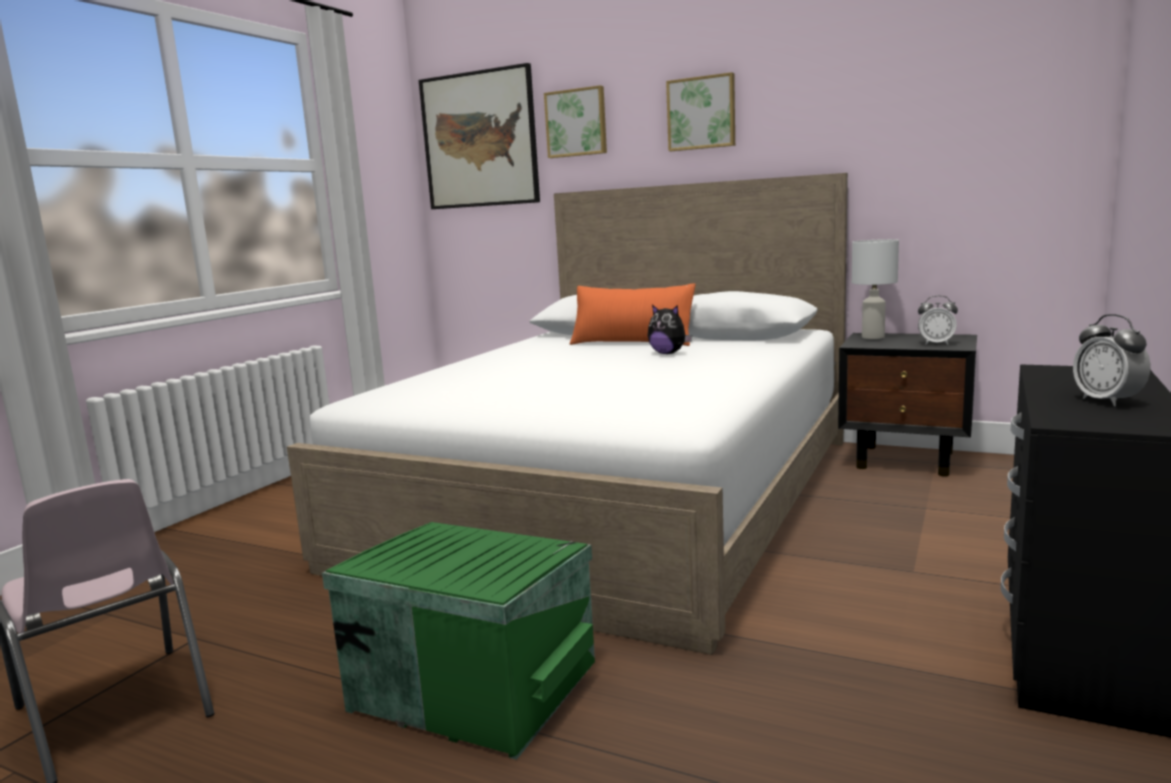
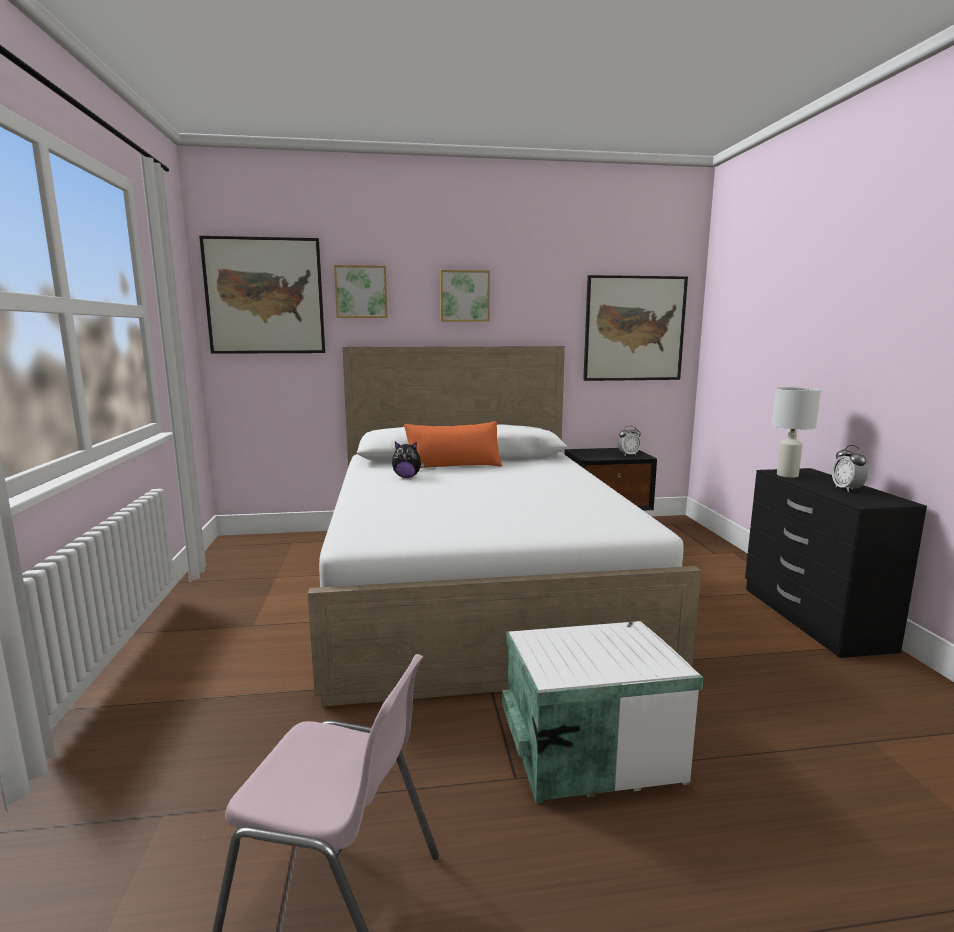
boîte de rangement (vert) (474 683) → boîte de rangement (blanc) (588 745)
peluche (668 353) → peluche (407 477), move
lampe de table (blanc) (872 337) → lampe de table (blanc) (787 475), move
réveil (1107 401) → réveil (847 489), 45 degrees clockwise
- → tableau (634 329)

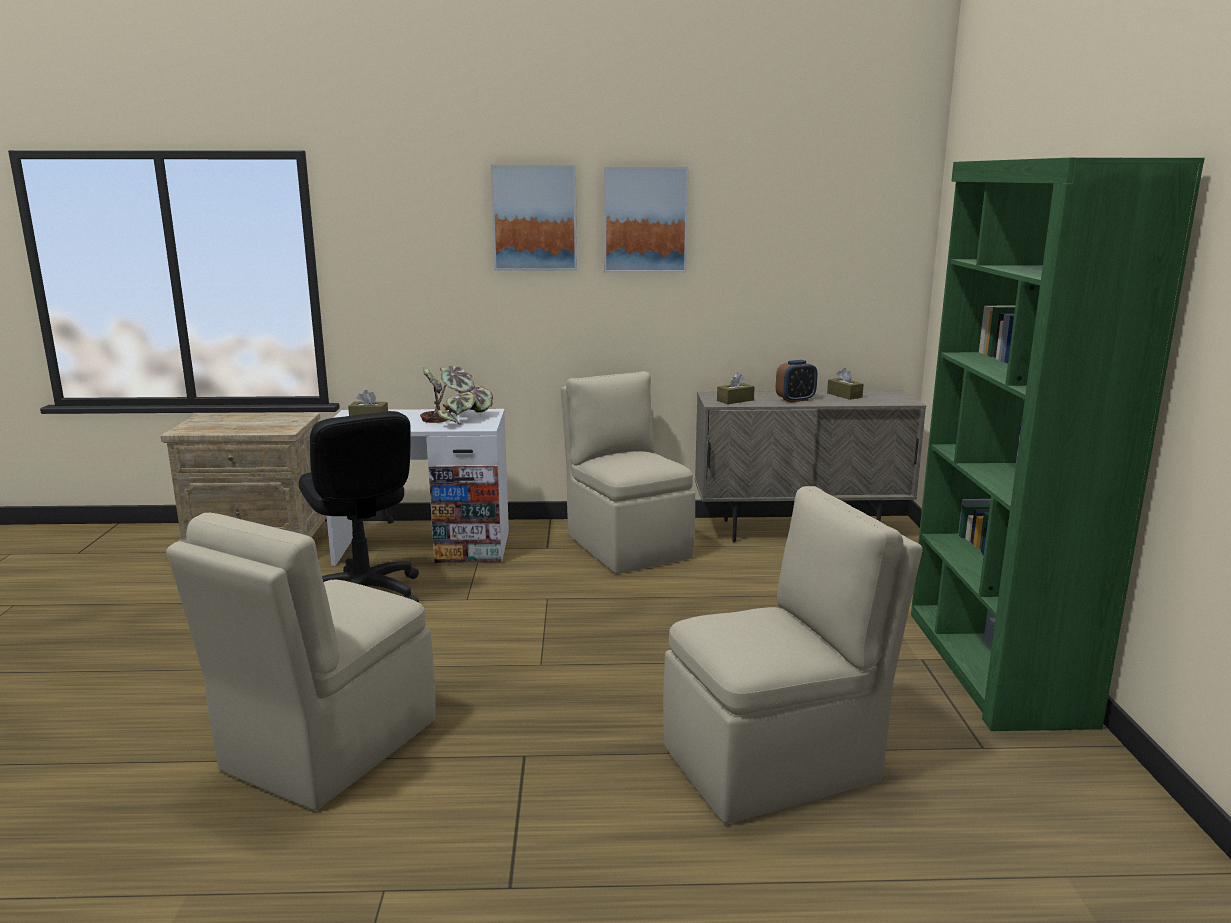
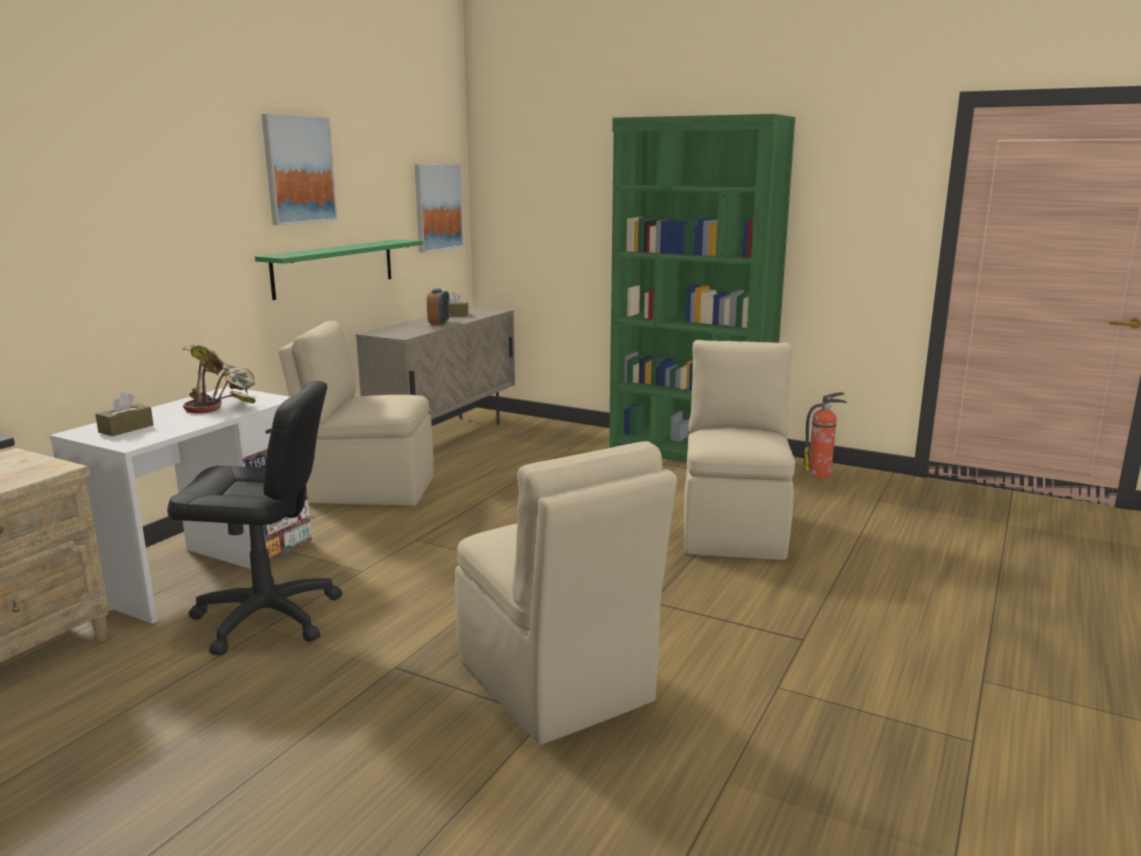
tableau (534 218) → tableau (437 207), move
boîte à mouchoirs (marron) (735 400) → -
- → étagère (vert) (334 267)
- → extincteur (820 474)

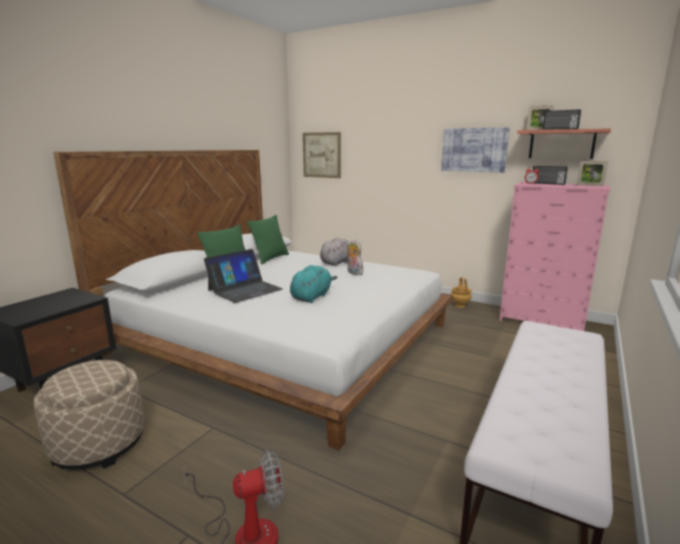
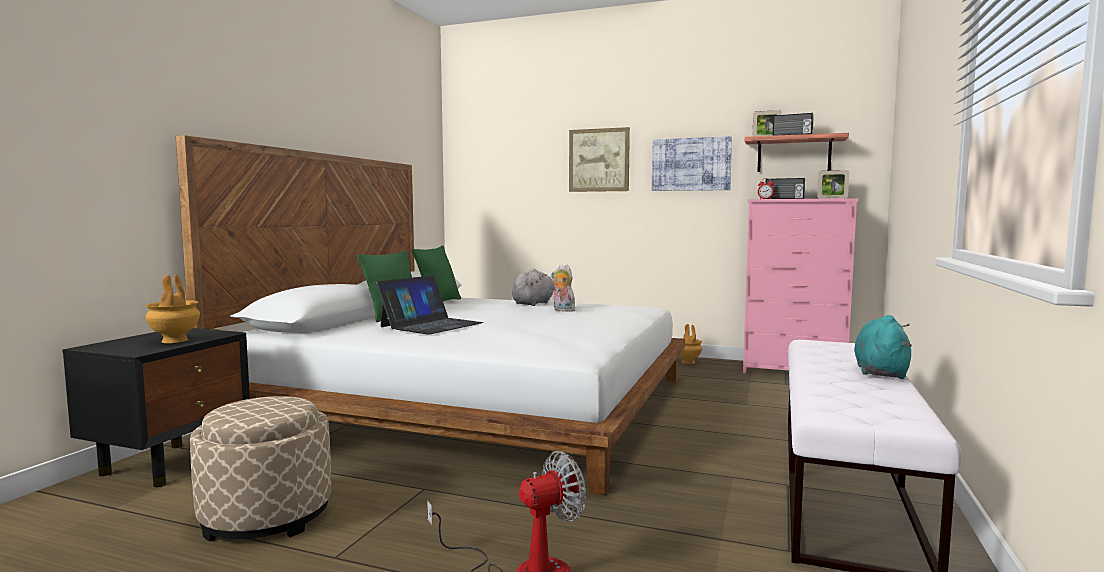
peluche (turquoise) (312 297) → peluche (turquoise) (880 372), move
tableau (321 155) → tableau (599 160), move
- → vase (marron) (174 341)

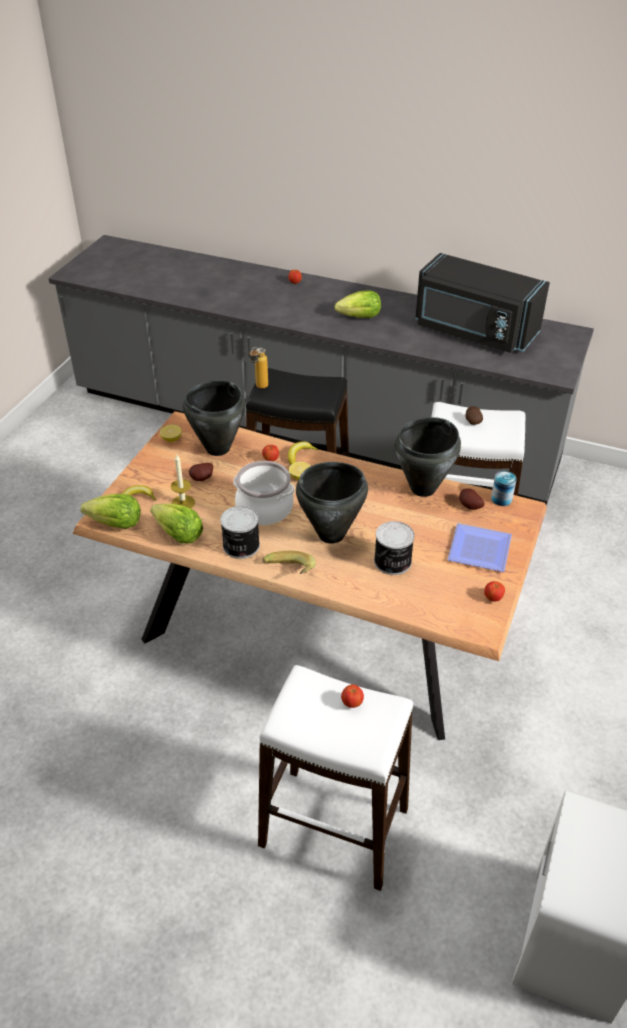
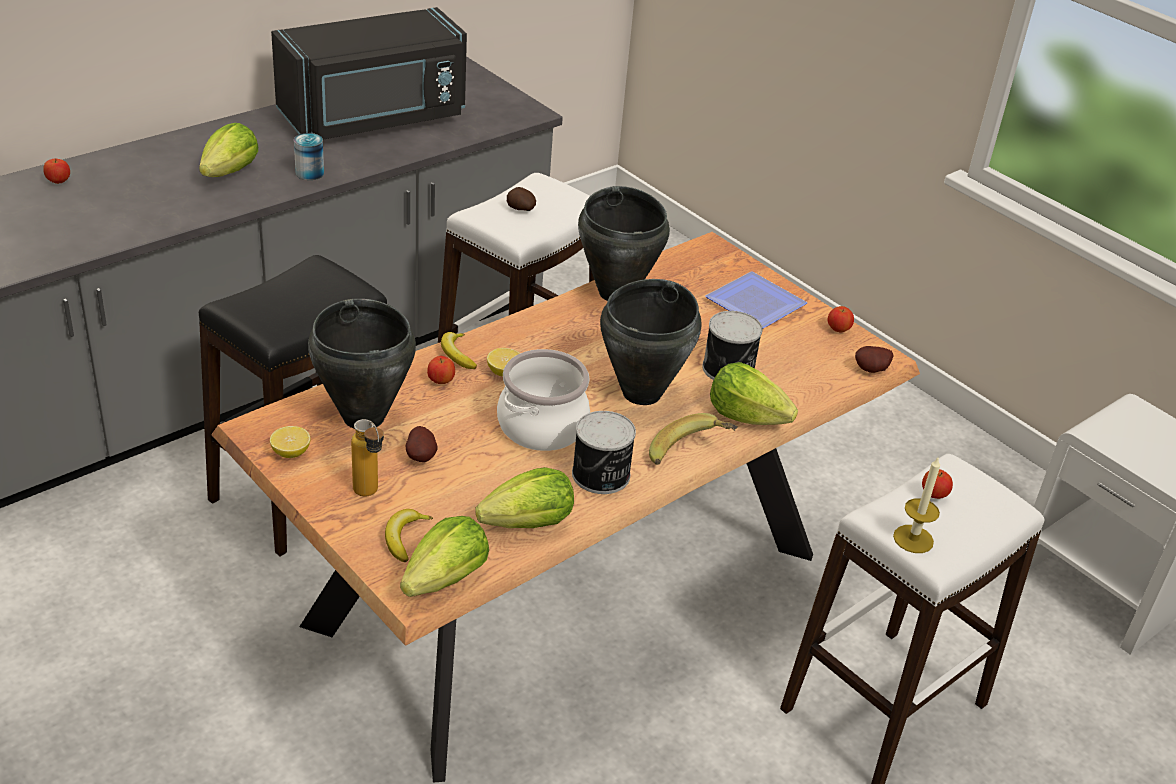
bougie (183 503) → bougie (913 539), move
bouteille (259 388) → bouteille (370 495), move
pomme de terre (469 507) → pomme de terre (872 371), move
boîte métallique (501 499) → boîte métallique (309 173), move
- → laitue (746 416)

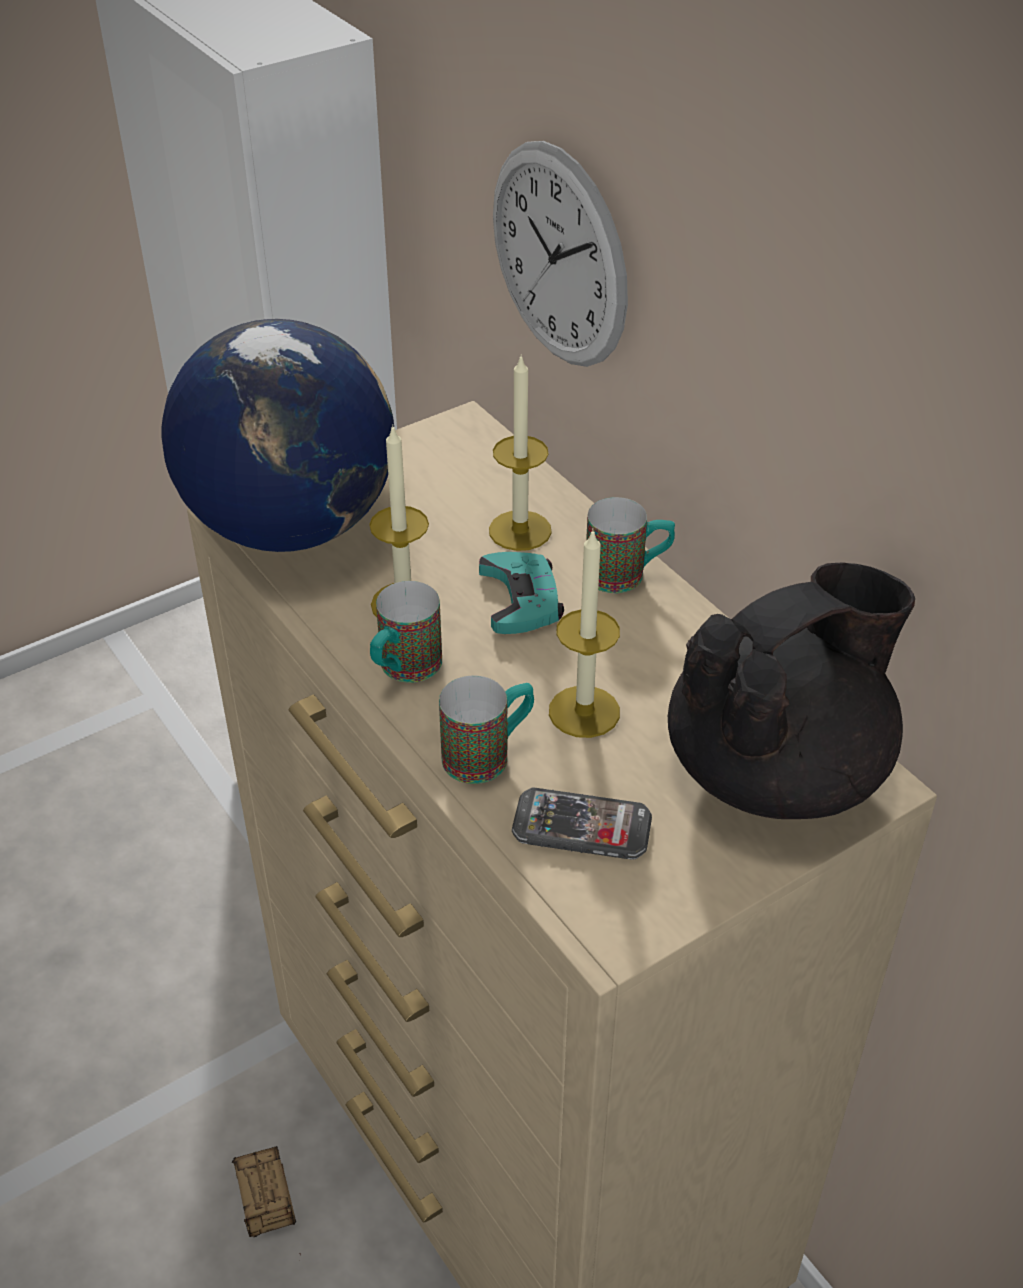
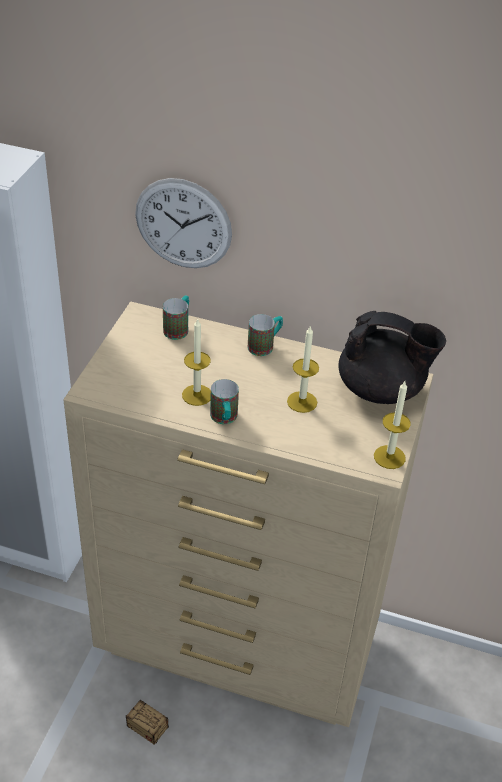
globe (291 525) → -
mug (488 754) → mug (178 328), move
manette (turquoise) (521 599) → -
bougie (520 530) → bougie (389 457), move
téléphone (581 827) → -
théière (noir) (778 770) → théière (noir) (381 390), 90 degrees clockwise

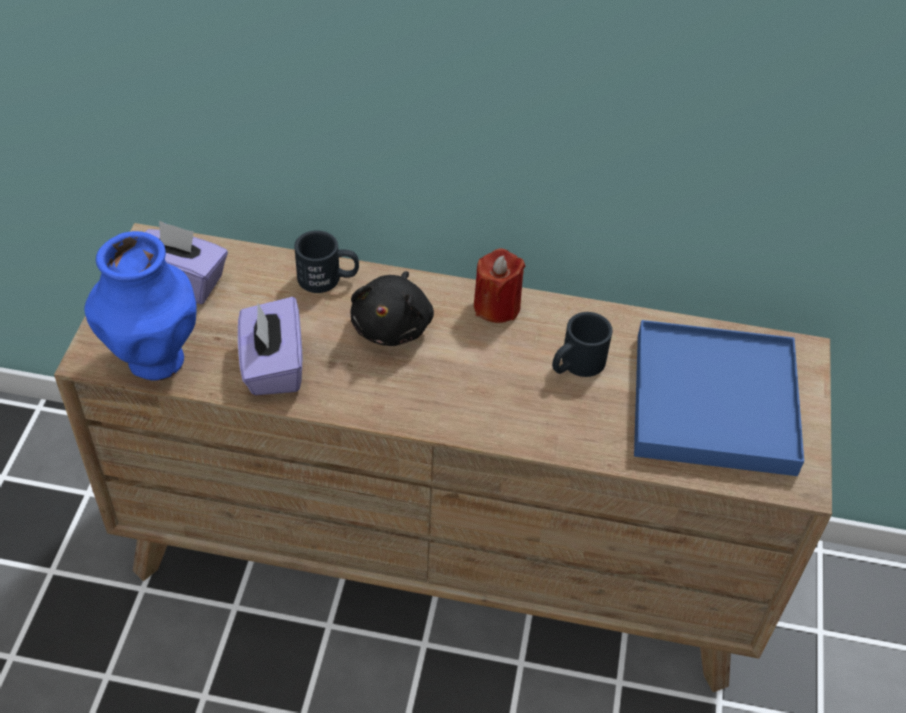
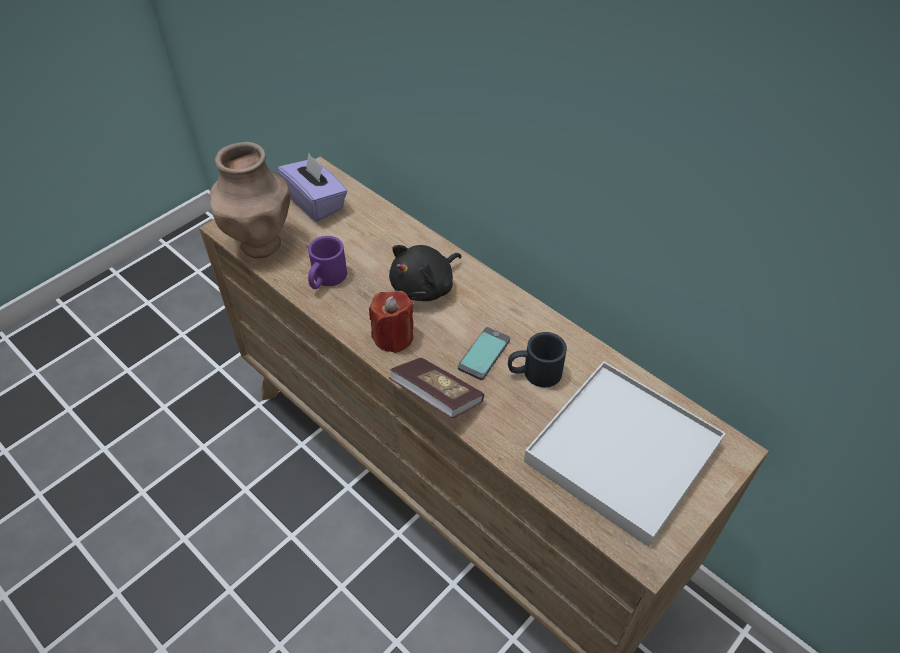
vase (bleu) (155 359) → vase (marron) (261 243)
boîte à mouchoirs (violet) (272 366) → mug (violet) (326 279)
mug (noir) (328 278) → -
bougie (rouge) (497 306) → bougie (rouge) (393 337), move
plateau (bleu) (714 403) → plateau (blanc) (622 454)
- → livre (436 397)
- → téléphone (483 354)

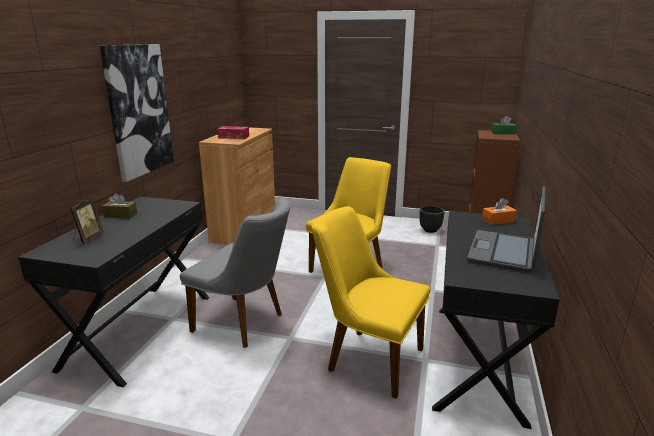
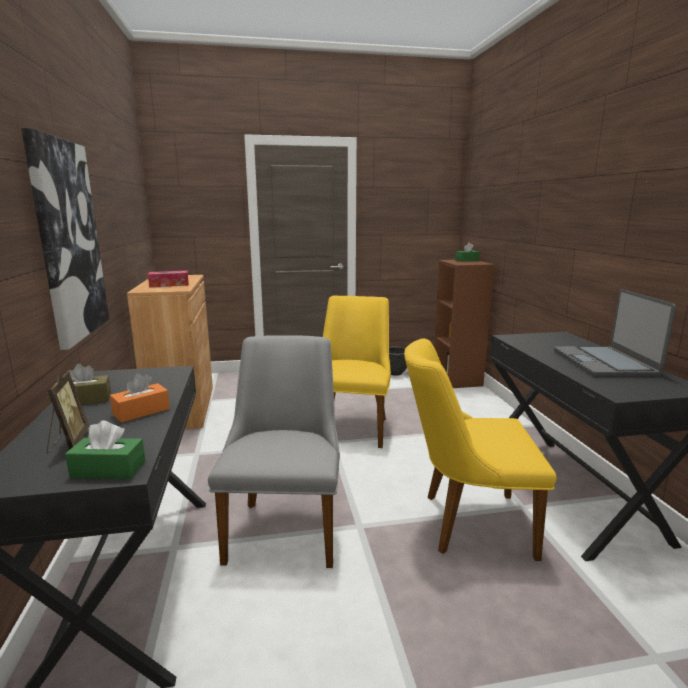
chaise (gris) (245 324) → chaise (gris) (286 525), 90 degrees counterclockwise
boîte à mouchoirs (orange) (498 220) → boîte à mouchoirs (orange) (141 411), move
- → boîte à mouchoirs (vert) (108 469)

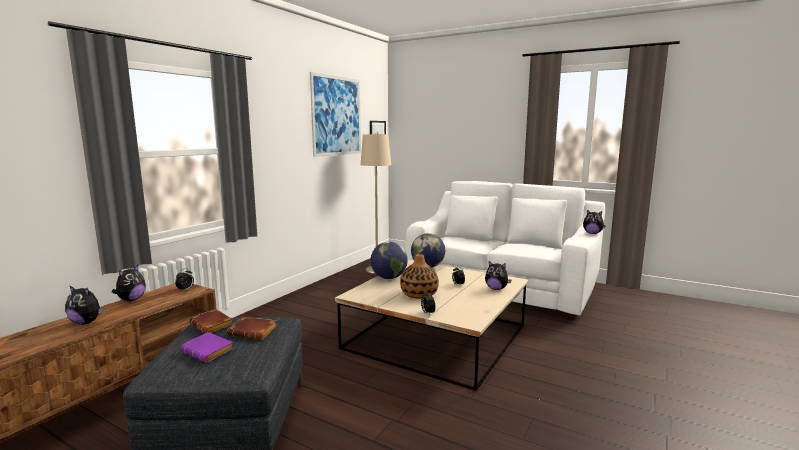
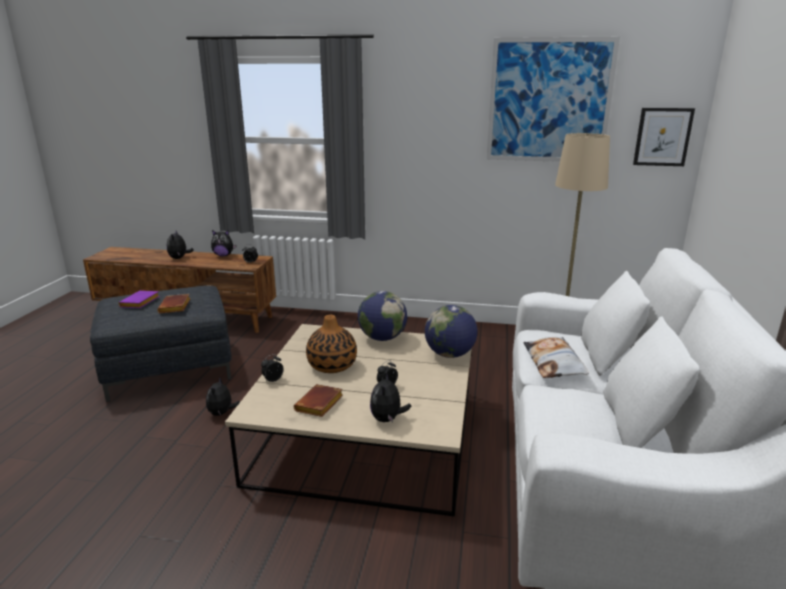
livre (marron) (213 325) → livre (marron) (319 405), move
peluche (592 233) → peluche (222 413), move
- → coussin (554 363)

